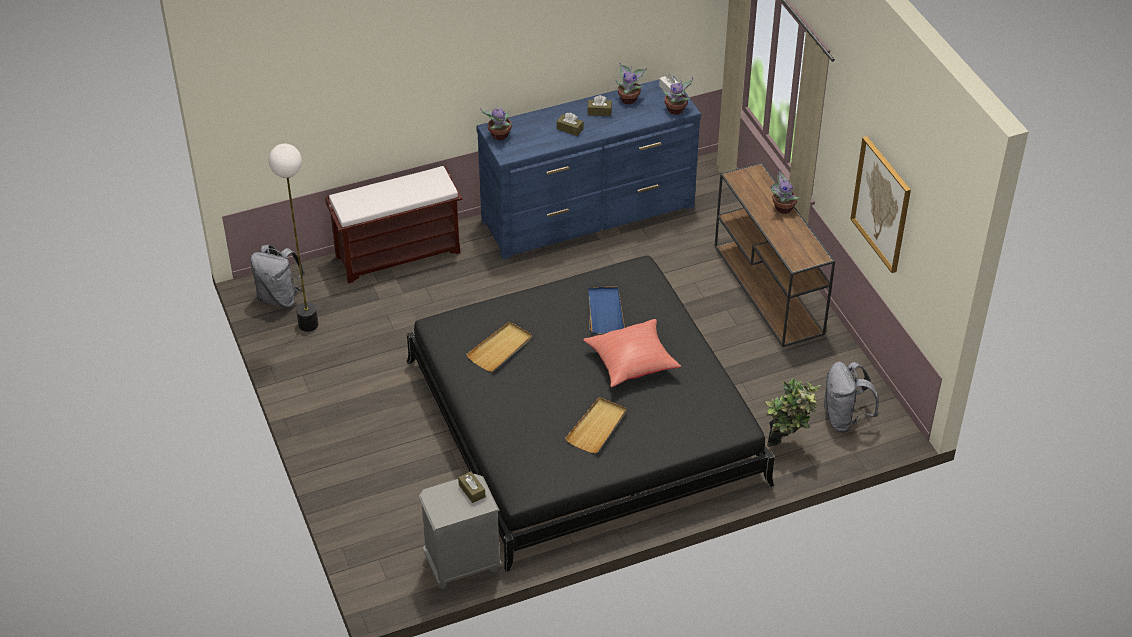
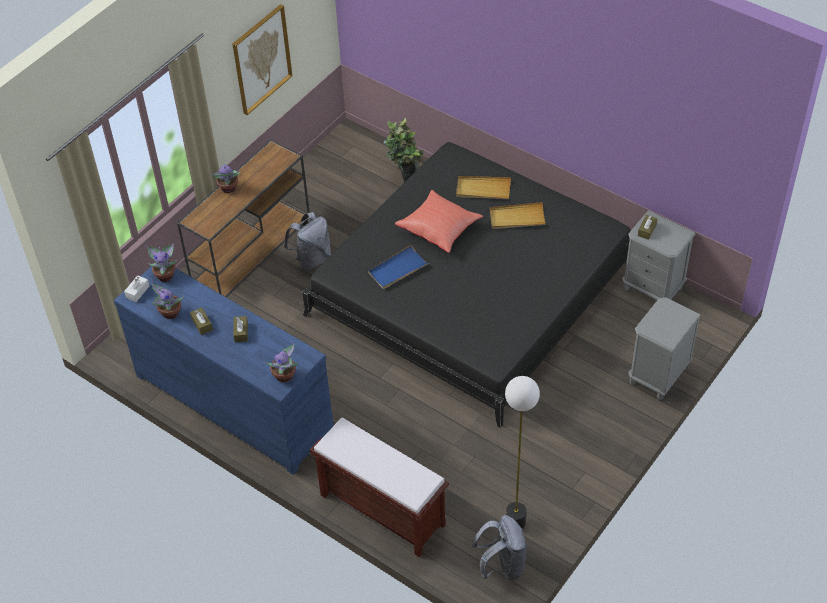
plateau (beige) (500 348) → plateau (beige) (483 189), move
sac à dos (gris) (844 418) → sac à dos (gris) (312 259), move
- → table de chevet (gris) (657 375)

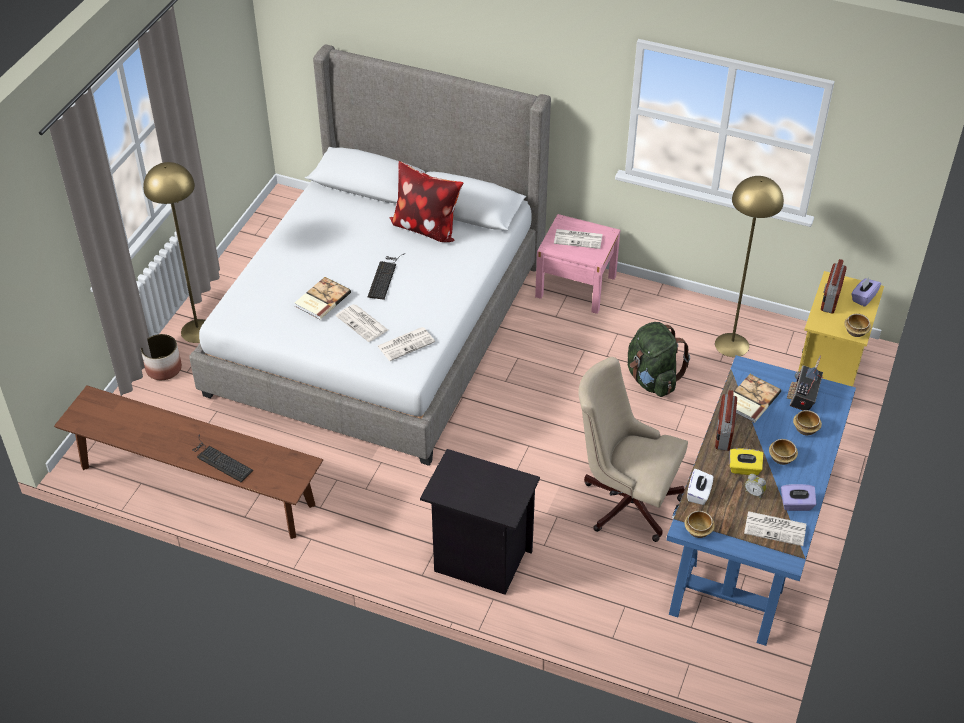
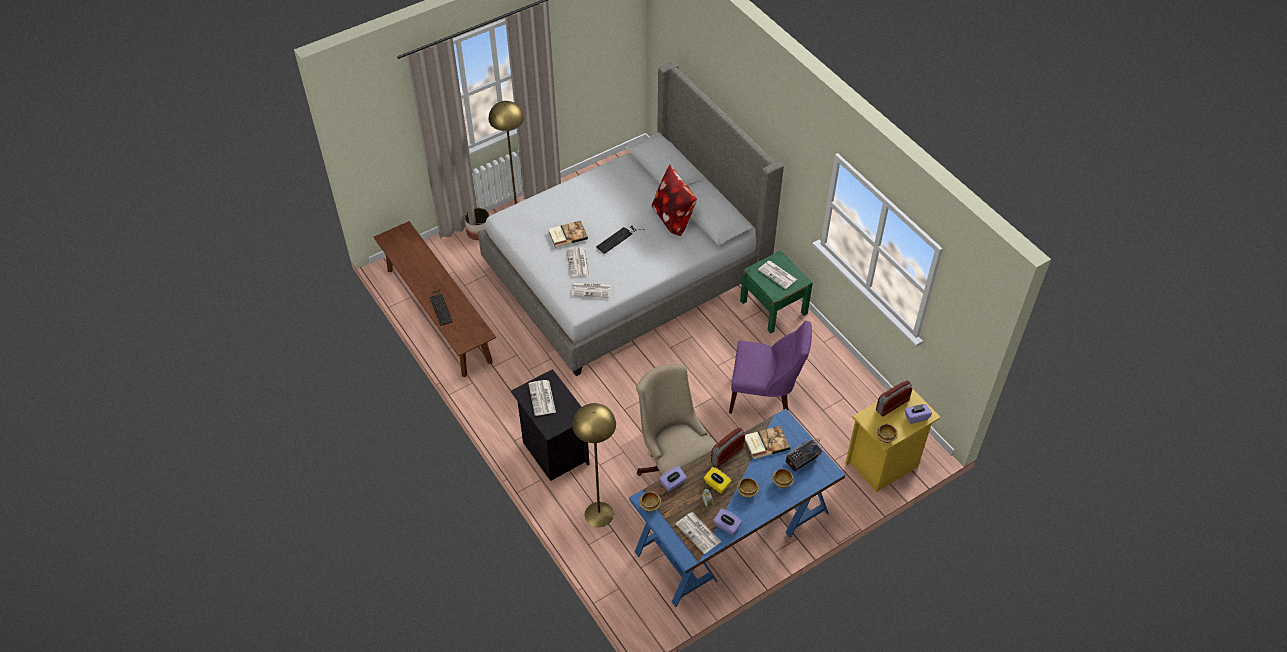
table de chevet (rose) (576 286) → table de chevet (vert) (773 307)
sac à dos (vert) (652 379) → chaise (violet) (765 397)
boîte à mouchoirs (blanc) (699 494) → boîte à mouchoirs (violet) (673 483)
lampadaire (jaune) (731 345) → lampadaire (jaune) (598 514), move
- → journal (542 398)

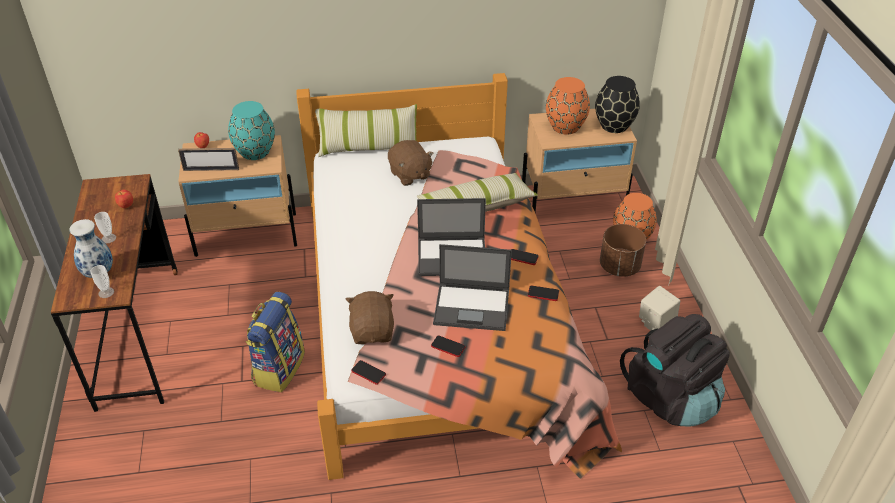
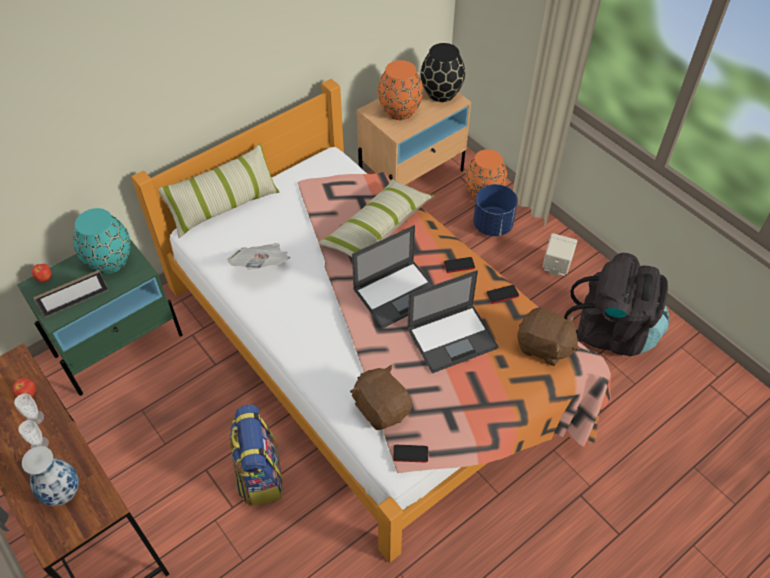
tasse (106 292) → tasse (35 418), move
table de chevet (beige) (247 234) → table de chevet (vert) (120 345)
peluche (marron) (410 175) → peluche (marron) (544 347), move
téléphone (448 347) → -
cache-pot (marron) (620 267) → cache-pot (bleu) (493 225)
- → journal (262 266)

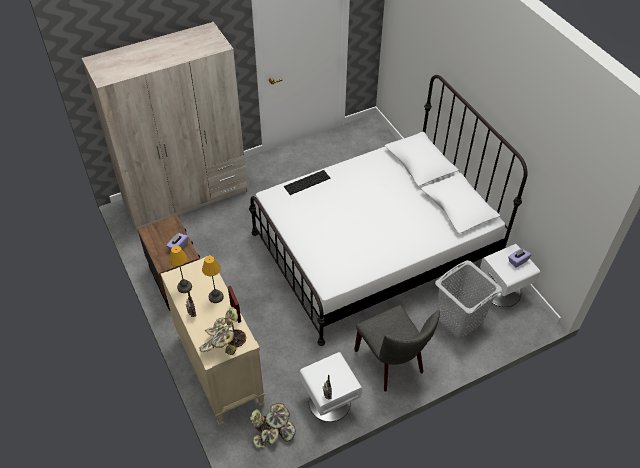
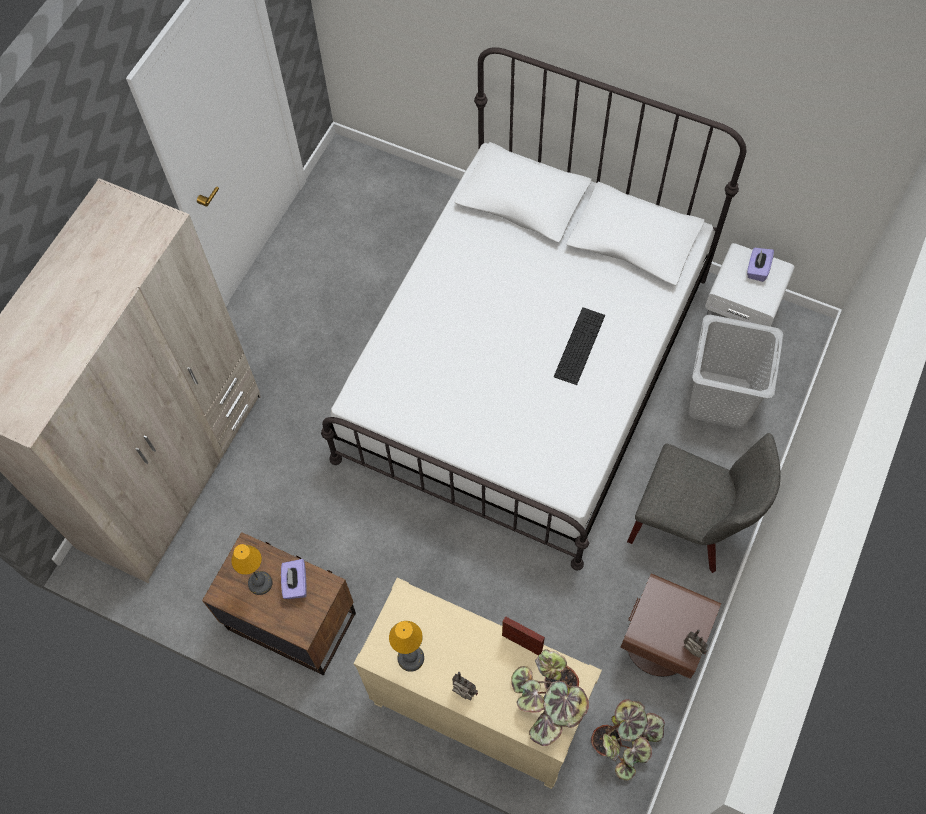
lampe de table (216 296) → lampe de table (260 582), move
clavier (307 182) → clavier (579 346), move
table de chevet (blanc) (329 403) → table de chevet (marron) (661 642)

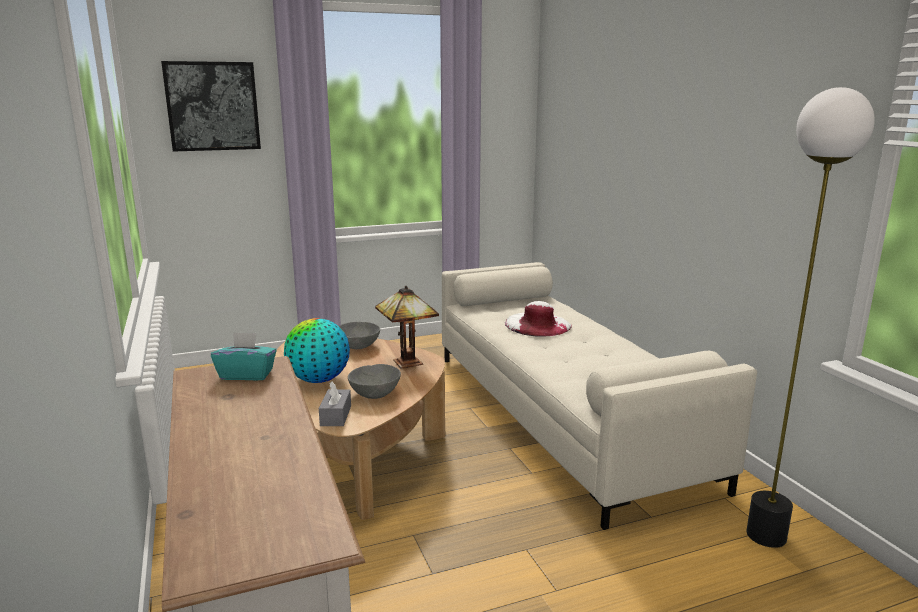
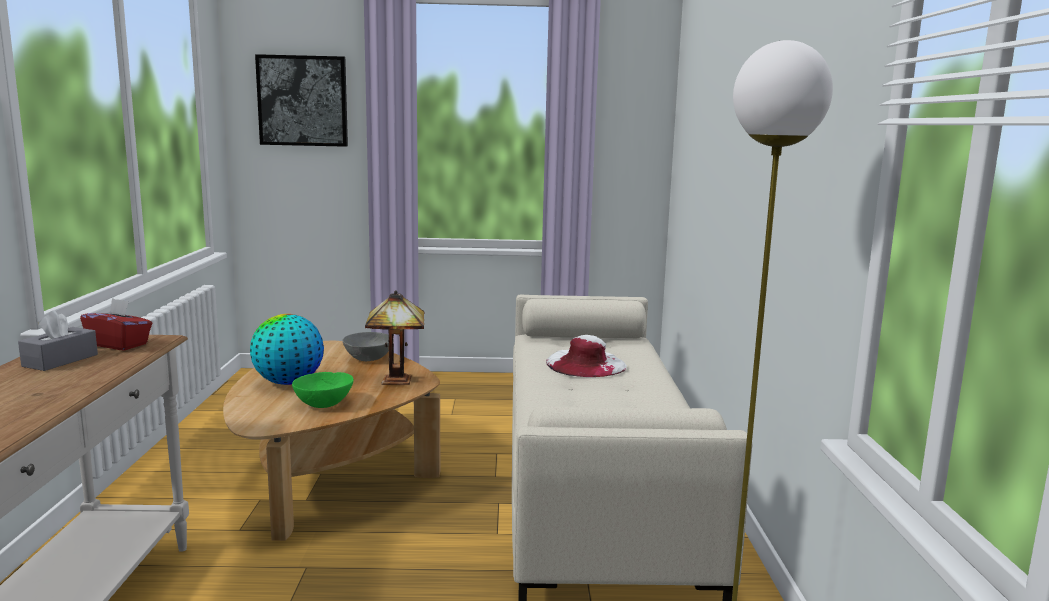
boîte à mouchoirs (turquoise) (246 375) → boîte à mouchoirs (rouge) (119 344)
boîte à mouchoirs (gris) (336 416) → boîte à mouchoirs (gris) (60 360), move
bol (gris) (375 394) → bol (vert) (323 403)

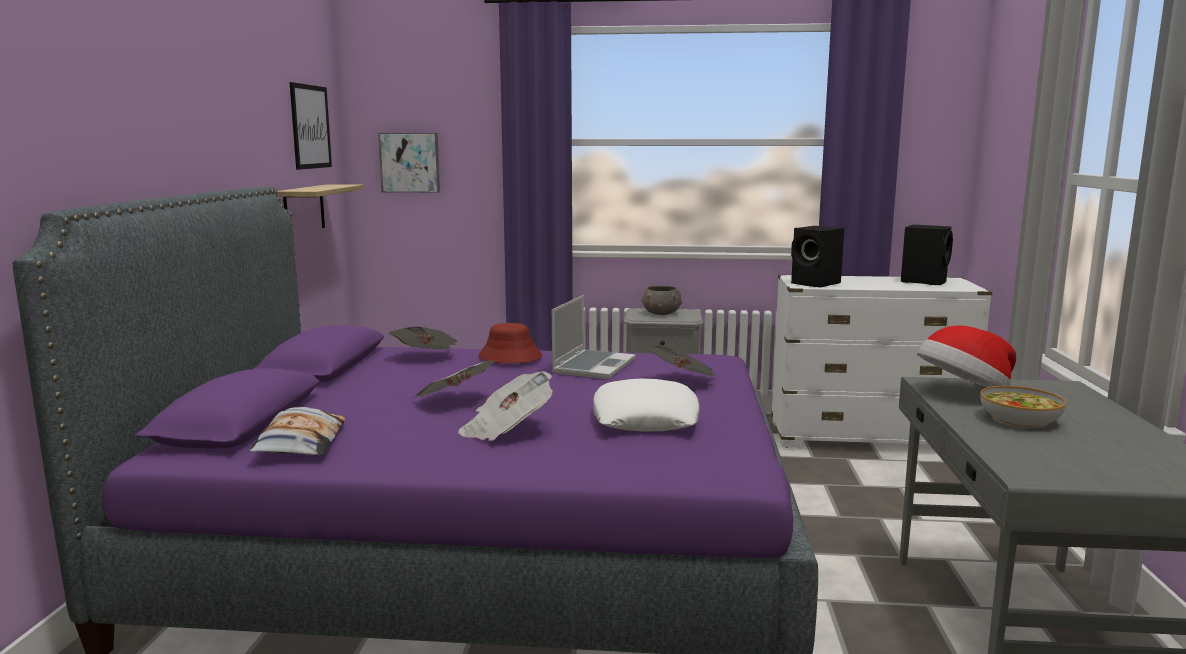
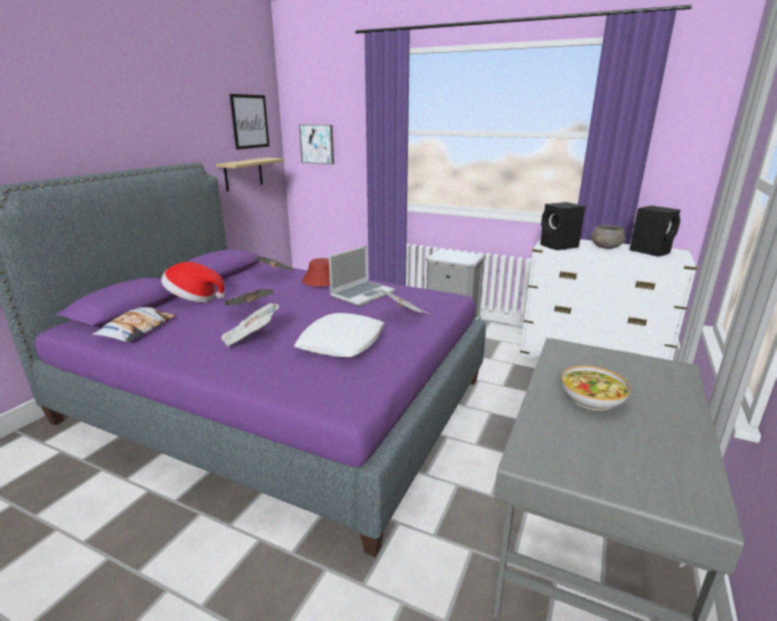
bol (gris) (660 313) → bol (gris) (605 247), move
chapeau (964 392) → chapeau (194 299), move

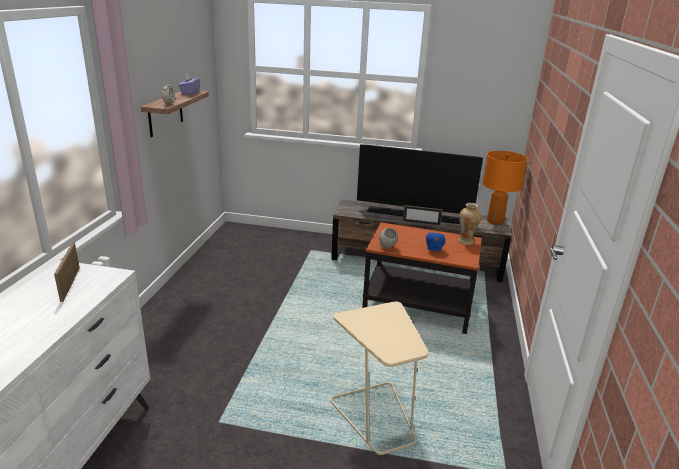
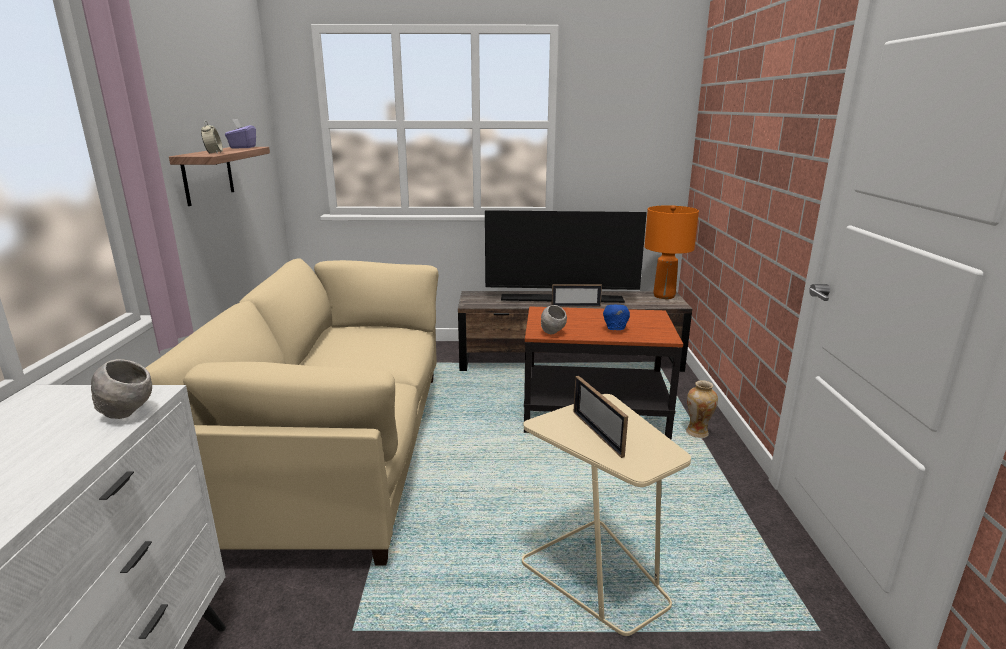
cadre photo (70 284) → cadre photo (597 433), move
vase (466 241) → vase (697 433), move
- → bol (gris) (128 414)
- → canapé (beige) (333 450)

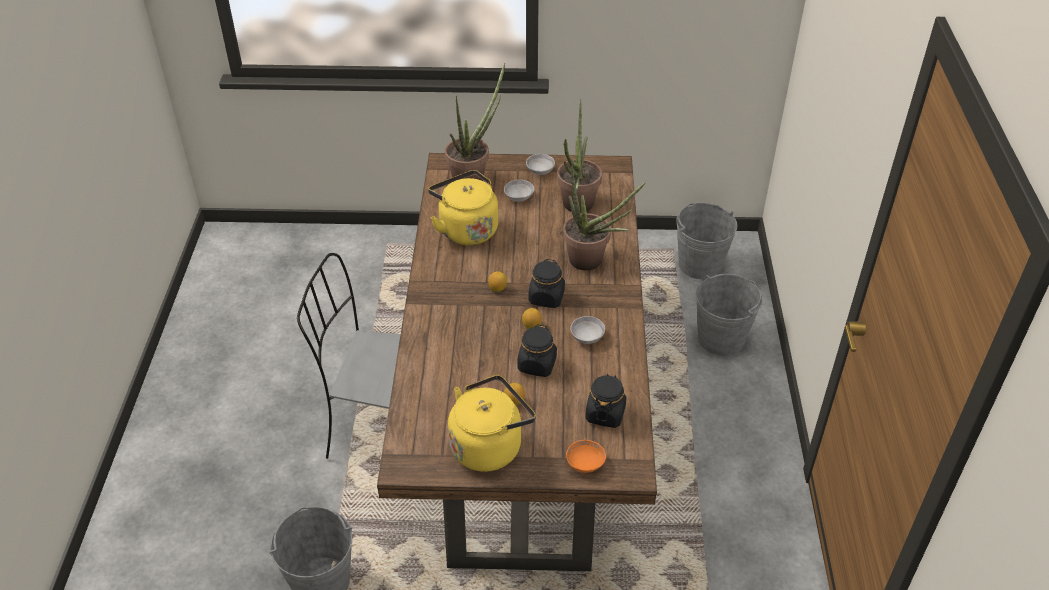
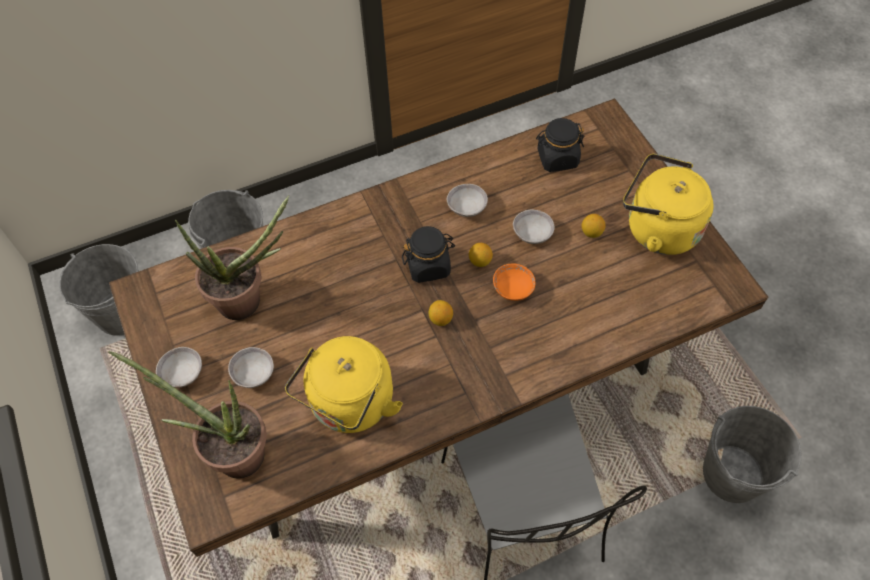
bocal (noir) (537 365) → bol (gris) (532 234)
plante en pot (592 262) → -
bol (orange) (585 463) → bol (orange) (513 289), move

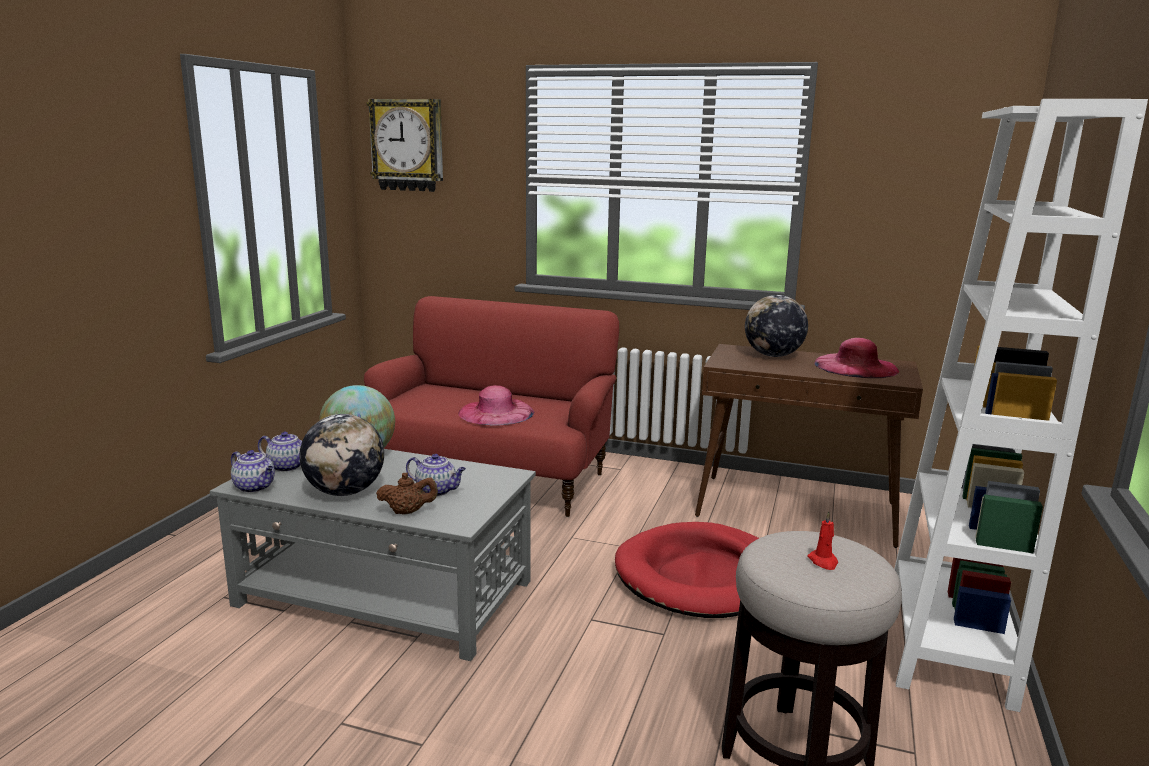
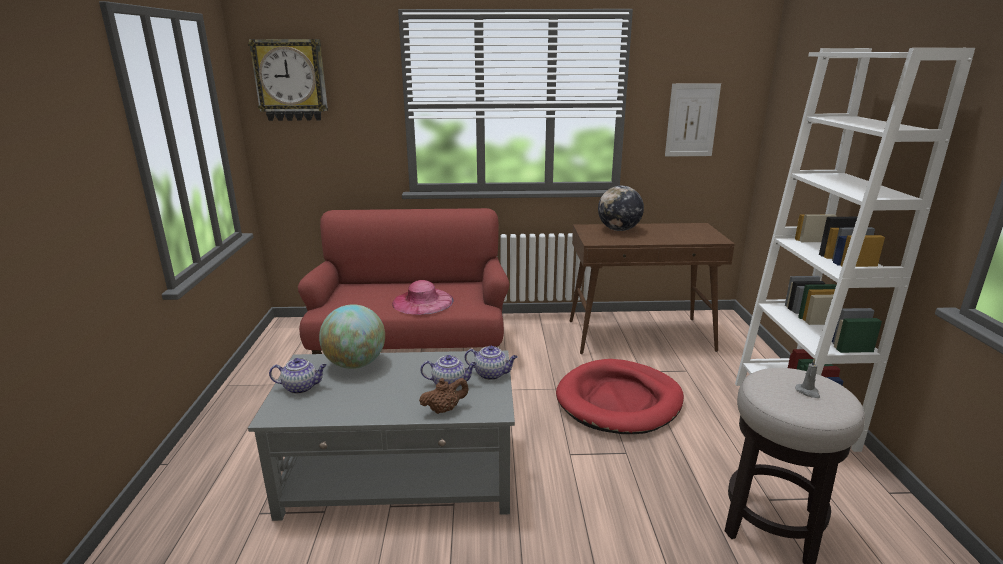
théière (255 487) → théière (491 374), move
globe (345 492) → -
bougie (rouge) (823 562) → bougie (gris) (808 392)
chapeau (rose) (856 366) → -
- → tableau (692 120)

